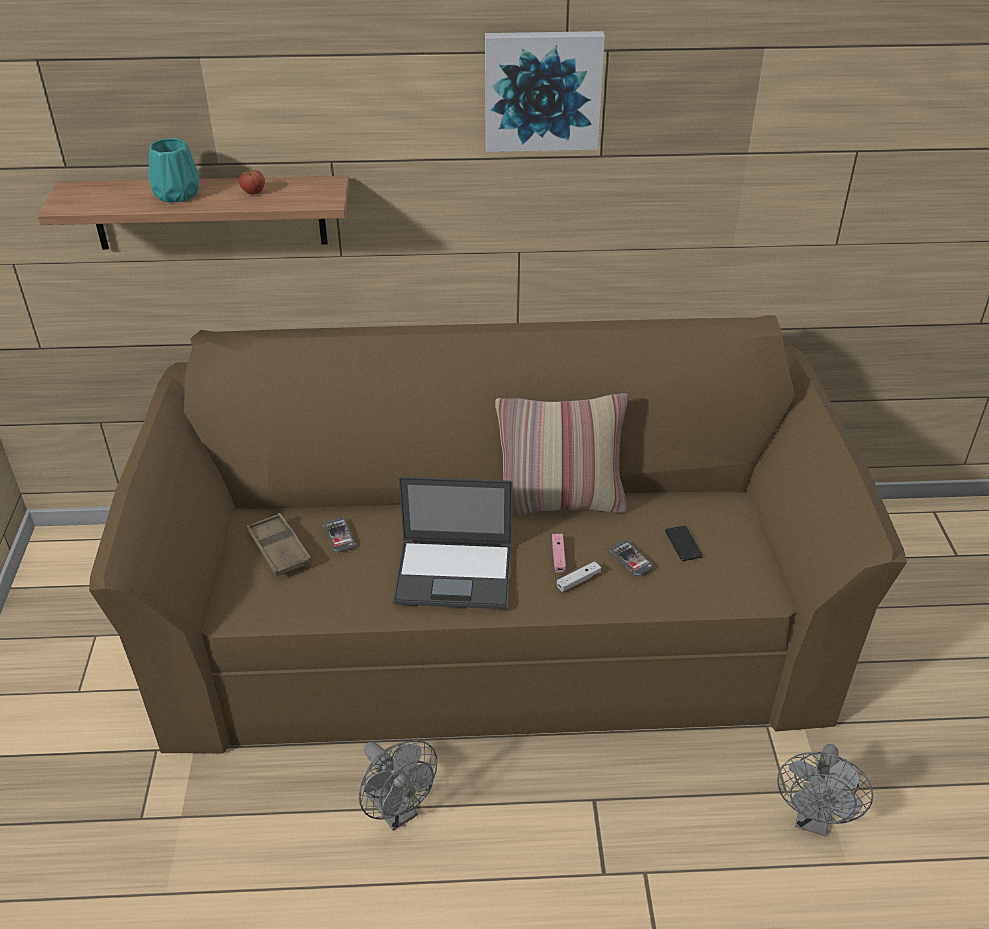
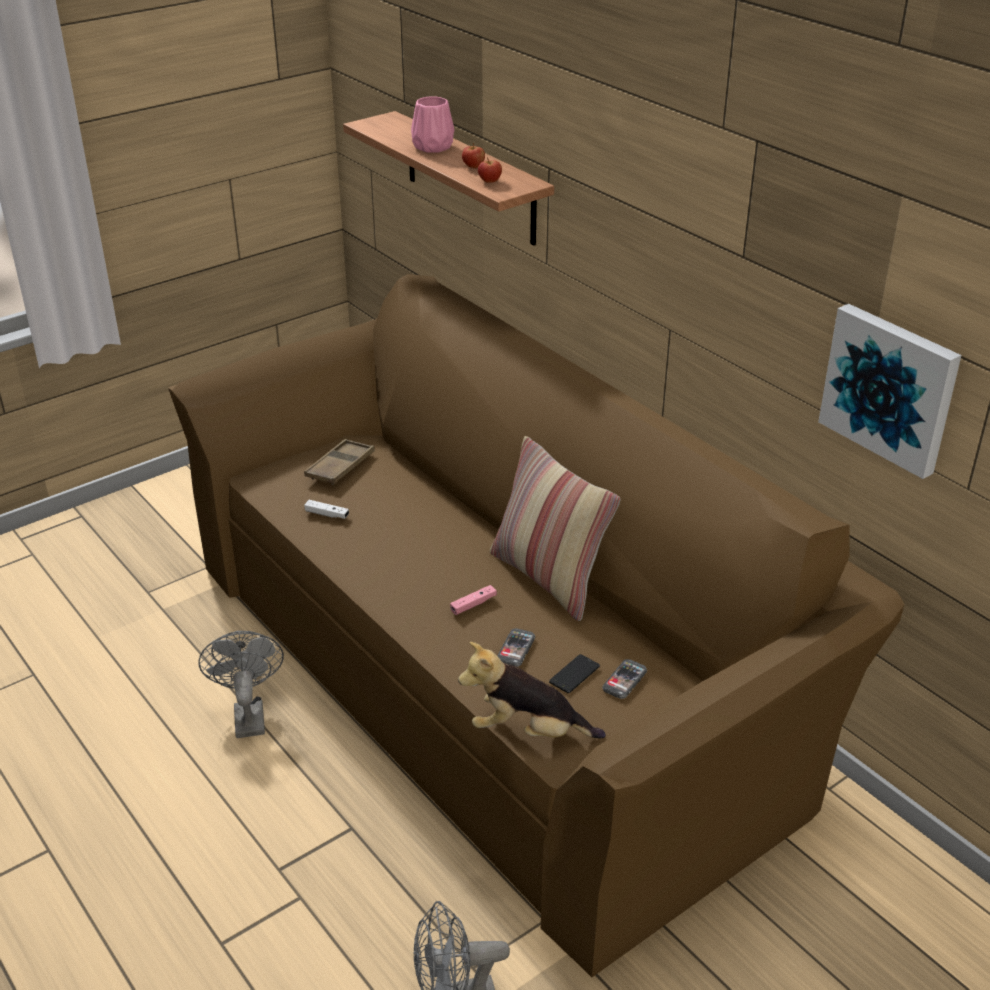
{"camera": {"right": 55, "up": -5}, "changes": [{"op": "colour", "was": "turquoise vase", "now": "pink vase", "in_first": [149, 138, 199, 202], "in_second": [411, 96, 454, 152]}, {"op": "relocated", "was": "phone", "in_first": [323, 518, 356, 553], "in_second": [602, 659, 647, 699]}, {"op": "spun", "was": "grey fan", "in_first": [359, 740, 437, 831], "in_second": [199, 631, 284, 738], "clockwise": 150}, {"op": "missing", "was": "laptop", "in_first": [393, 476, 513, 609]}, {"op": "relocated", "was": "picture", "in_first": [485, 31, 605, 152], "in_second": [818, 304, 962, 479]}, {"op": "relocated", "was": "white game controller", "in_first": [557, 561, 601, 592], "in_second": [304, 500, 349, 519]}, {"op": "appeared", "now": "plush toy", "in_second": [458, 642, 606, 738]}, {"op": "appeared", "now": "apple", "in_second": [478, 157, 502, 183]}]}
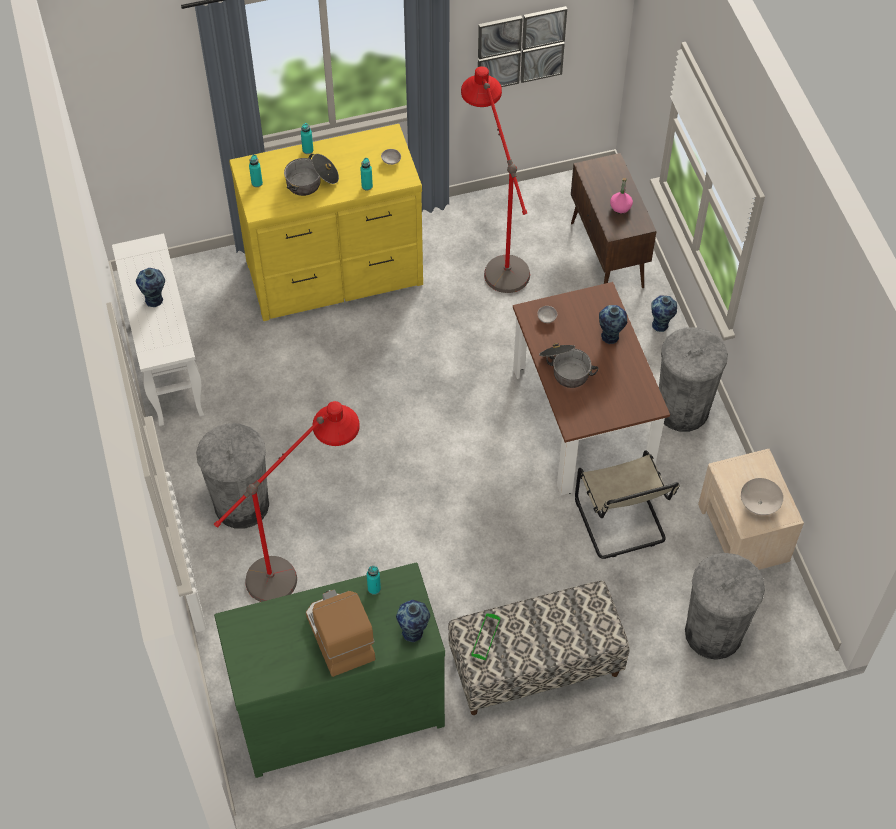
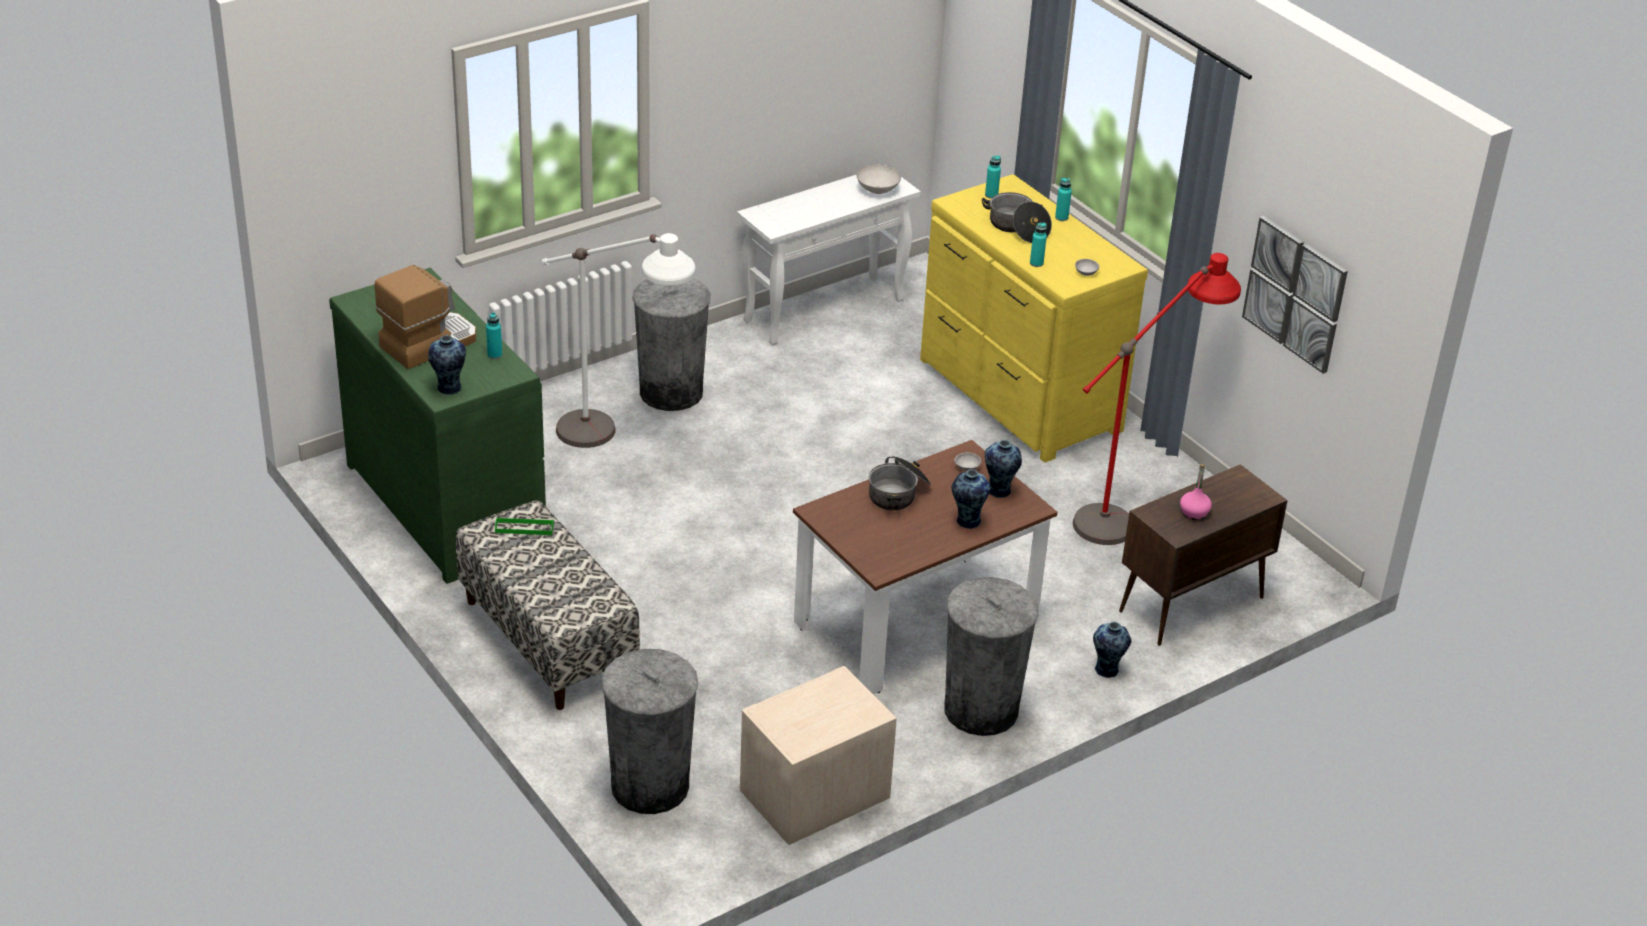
{"camera": {"right": 70, "up": -20}, "changes": [{"op": "relocated", "was": "vase", "in_first": [136, 268, 165, 307], "in_second": [985, 440, 1022, 498]}, {"op": "colour", "was": "red floor lamp", "now": "white floor lamp", "in_first": [214, 401, 360, 602], "in_second": [542, 233, 695, 448]}, {"op": "missing", "was": "beige chair", "in_first": [575, 450, 680, 559]}, {"op": "relocated", "was": "white bowl", "in_first": [741, 478, 783, 515], "in_second": [856, 165, 901, 194]}]}
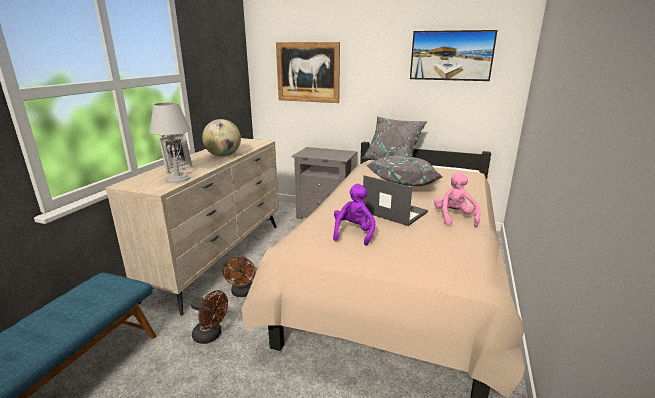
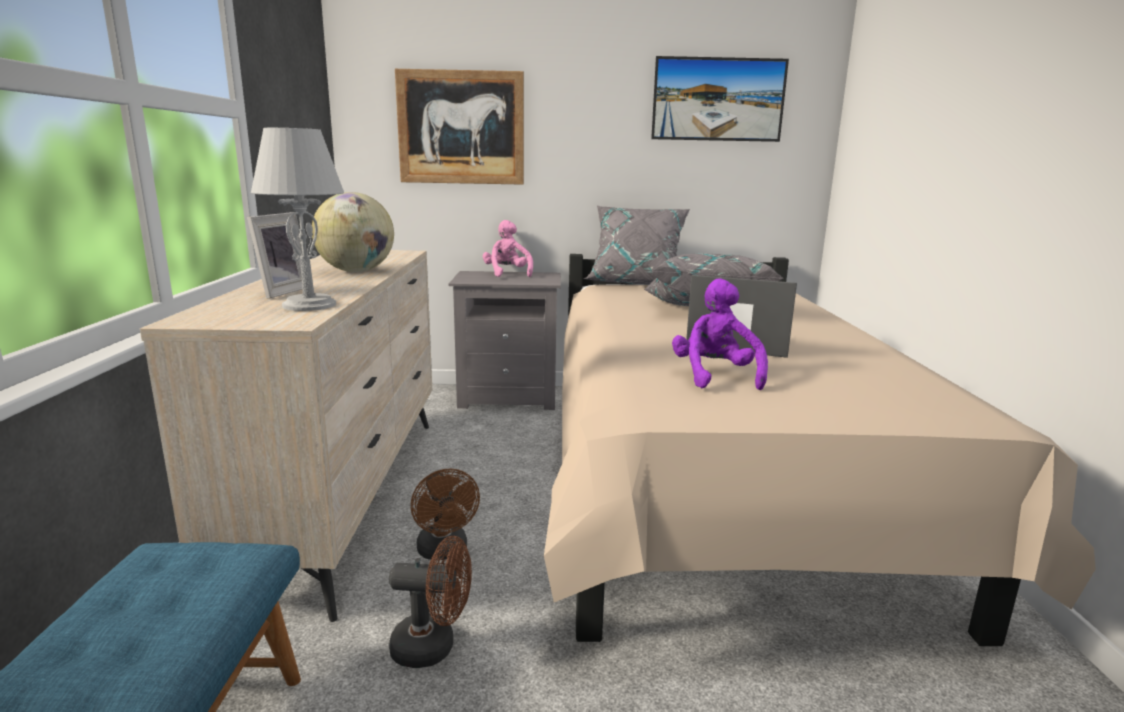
{"camera": {"right": -20, "up": -5}, "changes": [{"op": "relocated", "was": "pink plush toy", "in_first": [434, 172, 481, 227], "in_second": [483, 220, 533, 277]}]}
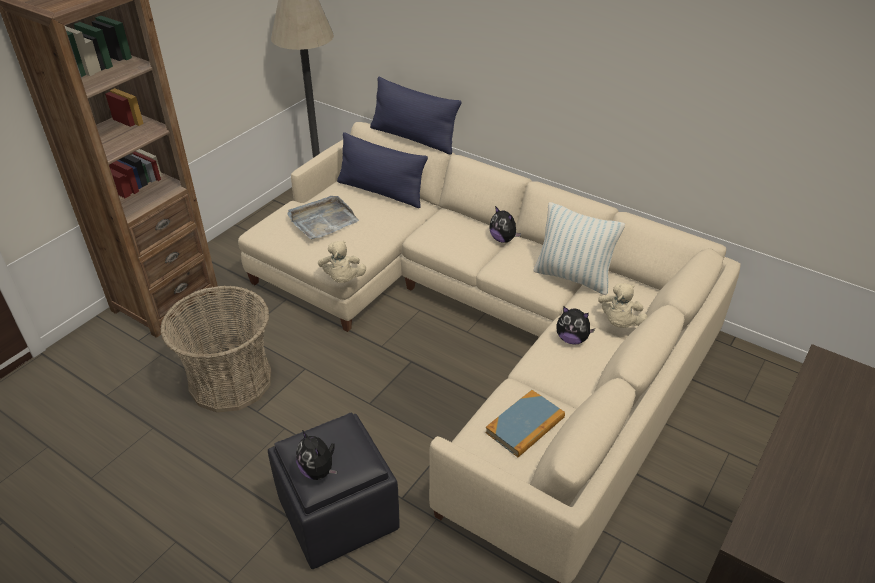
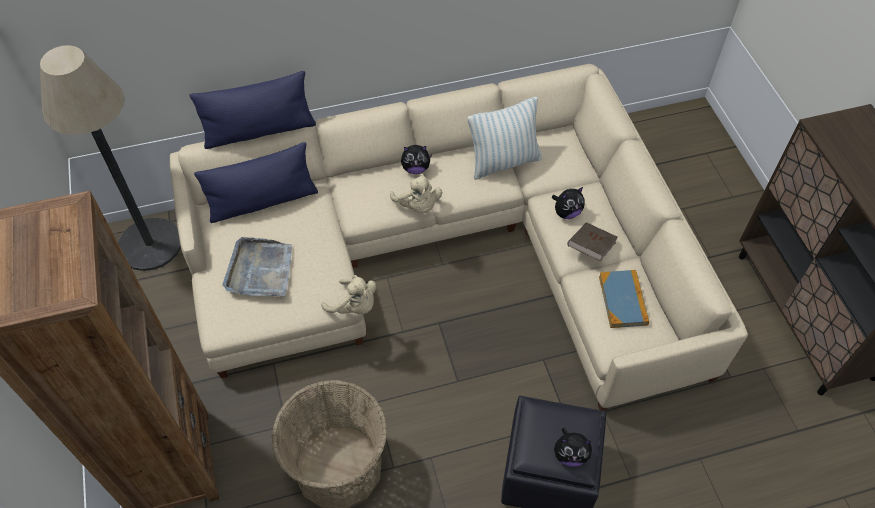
{"camera": {"right": -50, "up": 15}, "changes": [{"op": "relocated", "was": "beige plush toy", "in_first": [598, 283, 648, 328], "in_second": [390, 174, 442, 213]}, {"op": "appeared", "now": "brown book", "in_second": [567, 222, 618, 261]}]}
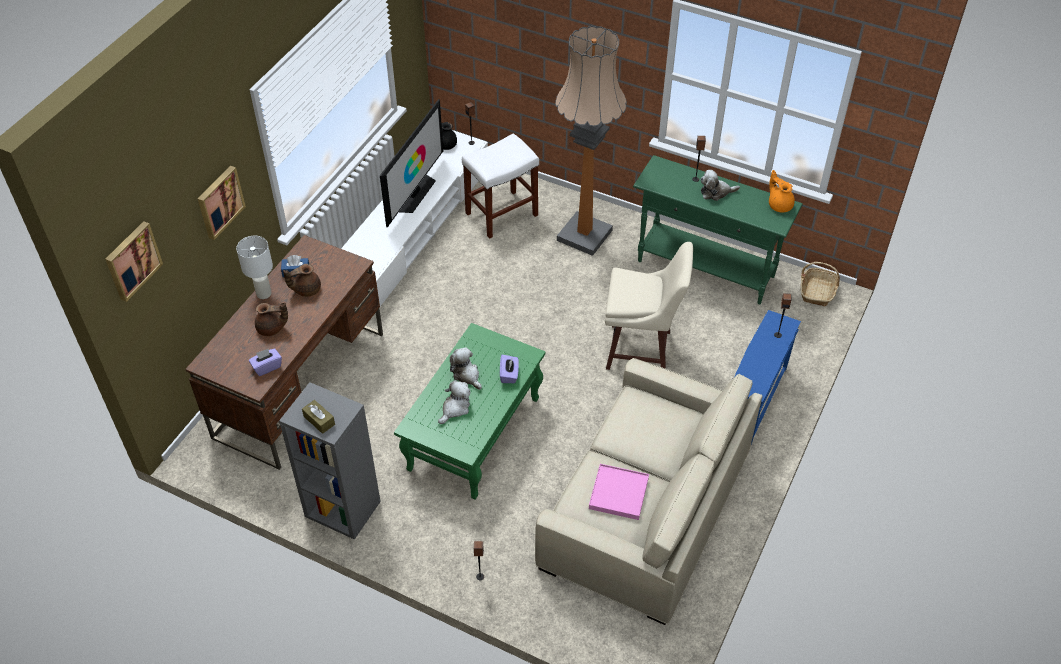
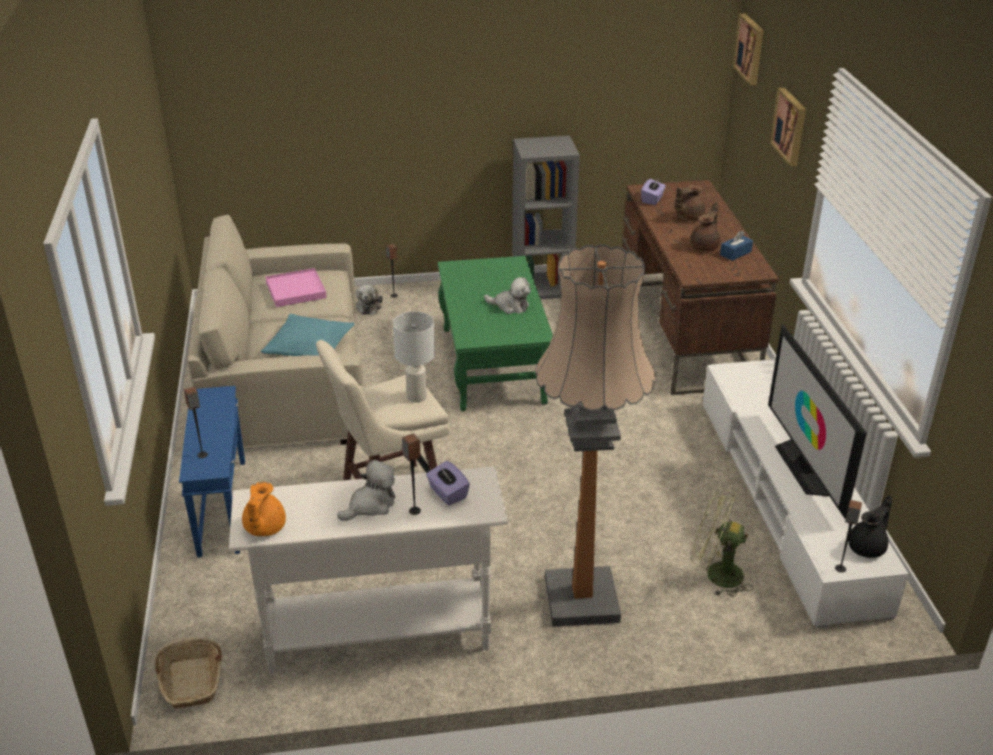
{"camera": {"right": 145, "up": -15}, "changes": [{"op": "relocated", "was": "white table lamp", "in_first": [236, 236, 273, 299], "in_second": [393, 311, 435, 403]}, {"op": "missing", "was": "brown tissue box", "in_first": [302, 400, 335, 434]}, {"op": "relocated", "was": "plush toy", "in_first": [438, 380, 470, 424], "in_second": [356, 285, 383, 315]}, {"op": "exchanged", "was": "white stool", "now": "green fan", "in_first": [462, 133, 539, 239], "in_second": [691, 488, 753, 597]}, {"op": "relocated", "was": "purple tissue box", "in_first": [500, 355, 519, 383], "in_second": [426, 461, 470, 505]}, {"op": "colour", "was": "green console table", "now": "white console table", "in_first": [633, 155, 803, 304], "in_second": [229, 467, 508, 674]}, {"op": "spun", "was": "orange teapot", "in_first": [769, 170, 795, 213], "in_second": [242, 482, 286, 536], "clockwise": 75}, {"op": "appeared", "now": "turquoise pillow", "in_second": [261, 314, 354, 356]}]}
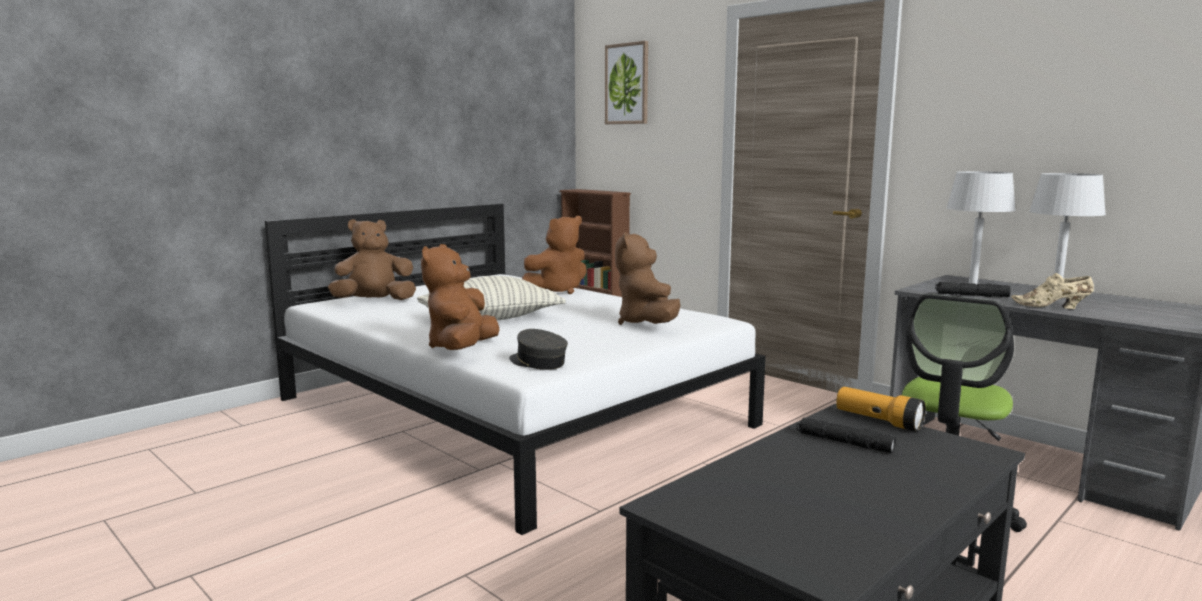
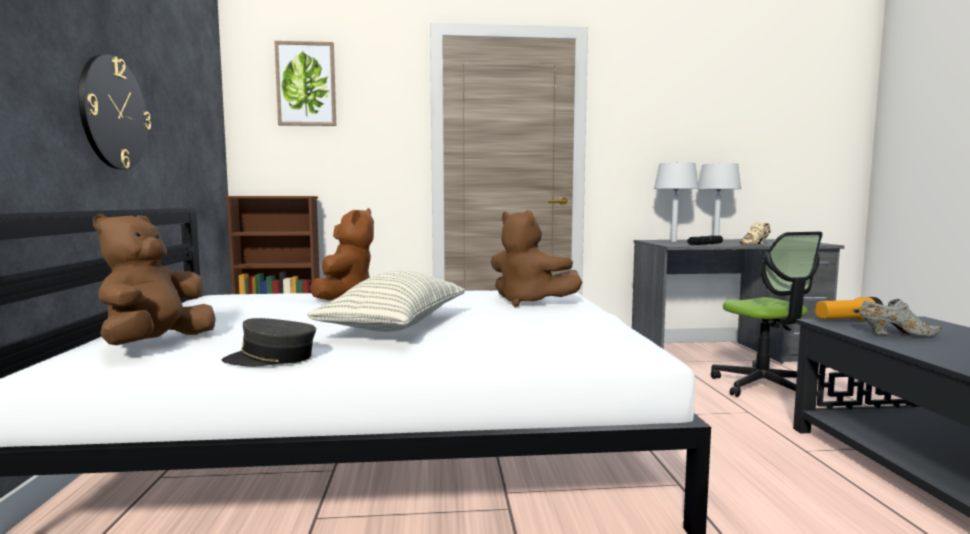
{"camera": {"right": -50, "up": -5}, "changes": [{"op": "missing", "was": "brown plush toy", "in_first": [421, 244, 500, 350]}, {"op": "relocated", "was": "grey cap", "in_first": [509, 329, 568, 370], "in_second": [222, 318, 316, 367]}, {"op": "exchanged", "was": "black flashlight", "now": "grey shoe", "in_first": [796, 417, 896, 453], "in_second": [859, 299, 942, 336]}, {"op": "appeared", "now": "wall clock", "in_second": [78, 54, 151, 170]}]}
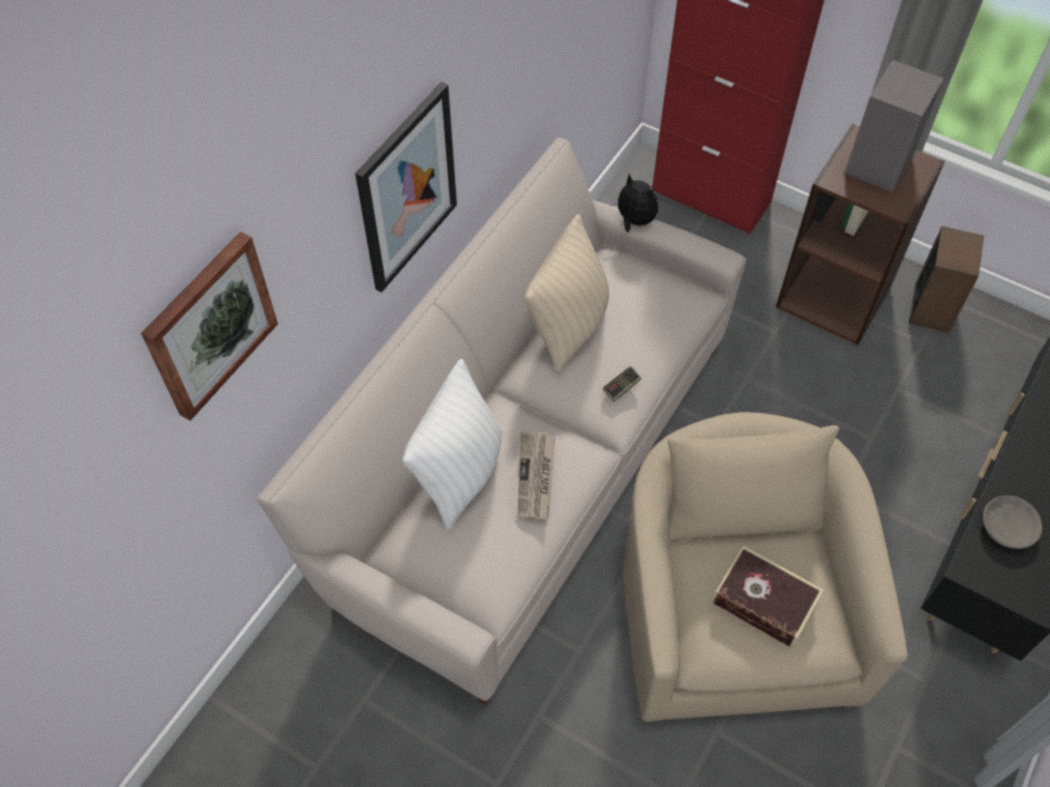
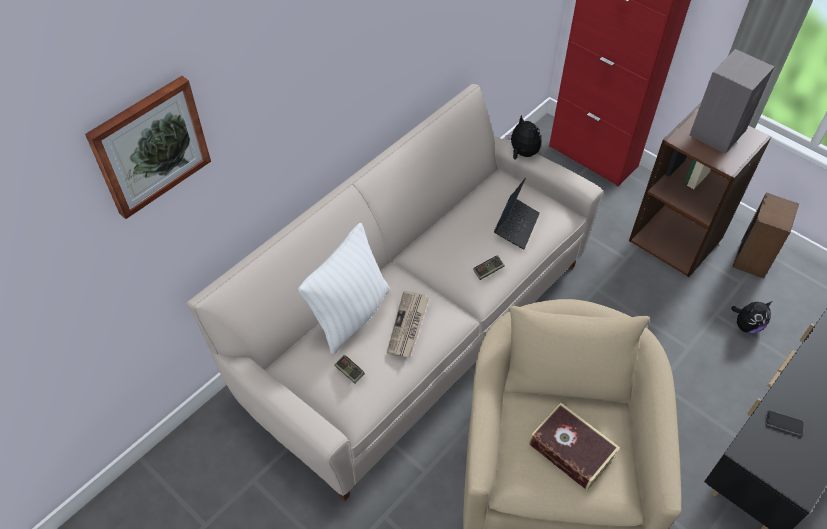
{"camera": {"right": 10, "up": -5}, "changes": [{"op": "missing", "was": "picture", "in_first": [355, 82, 457, 292]}, {"op": "missing", "was": "beige pillow", "in_first": [524, 214, 609, 374]}, {"op": "exchanged", "was": "grey bowl", "now": "phone", "in_first": [983, 496, 1042, 549], "in_second": [766, 410, 804, 436]}, {"op": "appeared", "now": "game controller", "in_second": [335, 355, 365, 384]}, {"op": "appeared", "now": "laptop", "in_second": [494, 177, 540, 249]}, {"op": "appeared", "now": "plush toy", "in_second": [731, 301, 773, 333]}]}
